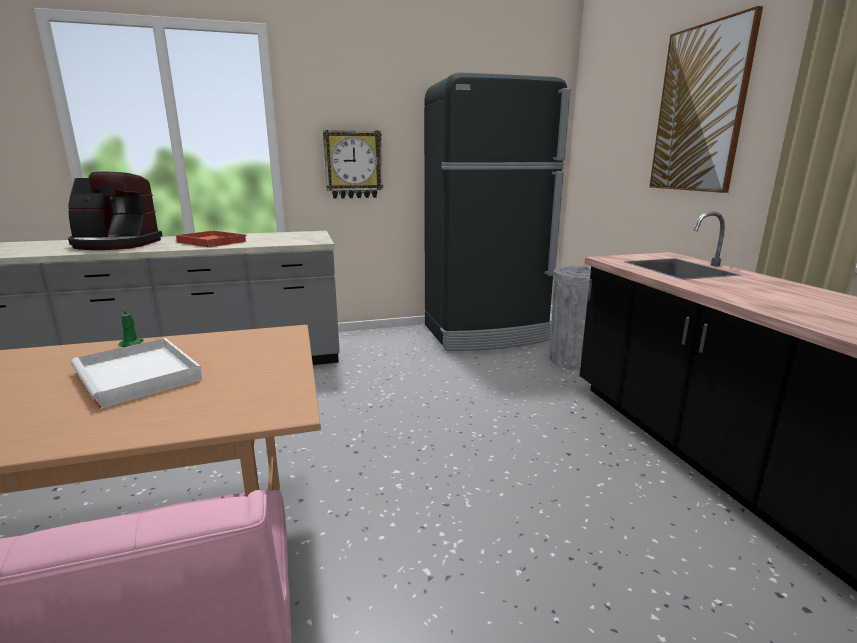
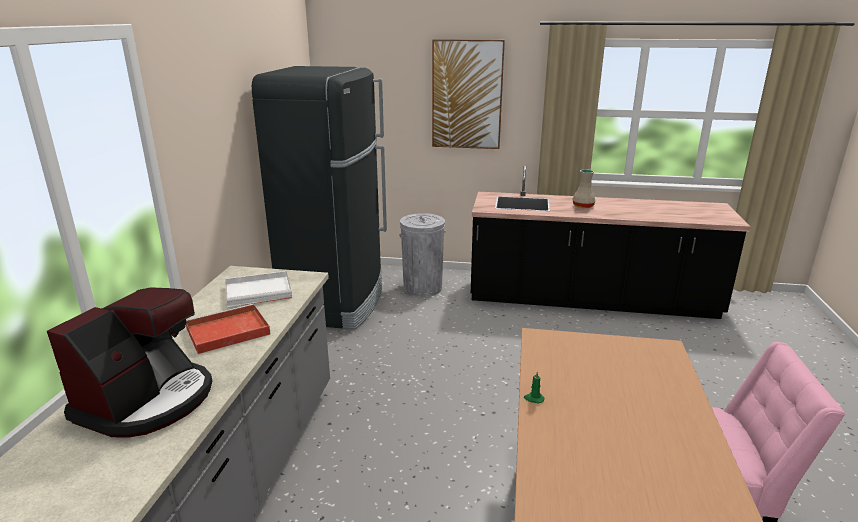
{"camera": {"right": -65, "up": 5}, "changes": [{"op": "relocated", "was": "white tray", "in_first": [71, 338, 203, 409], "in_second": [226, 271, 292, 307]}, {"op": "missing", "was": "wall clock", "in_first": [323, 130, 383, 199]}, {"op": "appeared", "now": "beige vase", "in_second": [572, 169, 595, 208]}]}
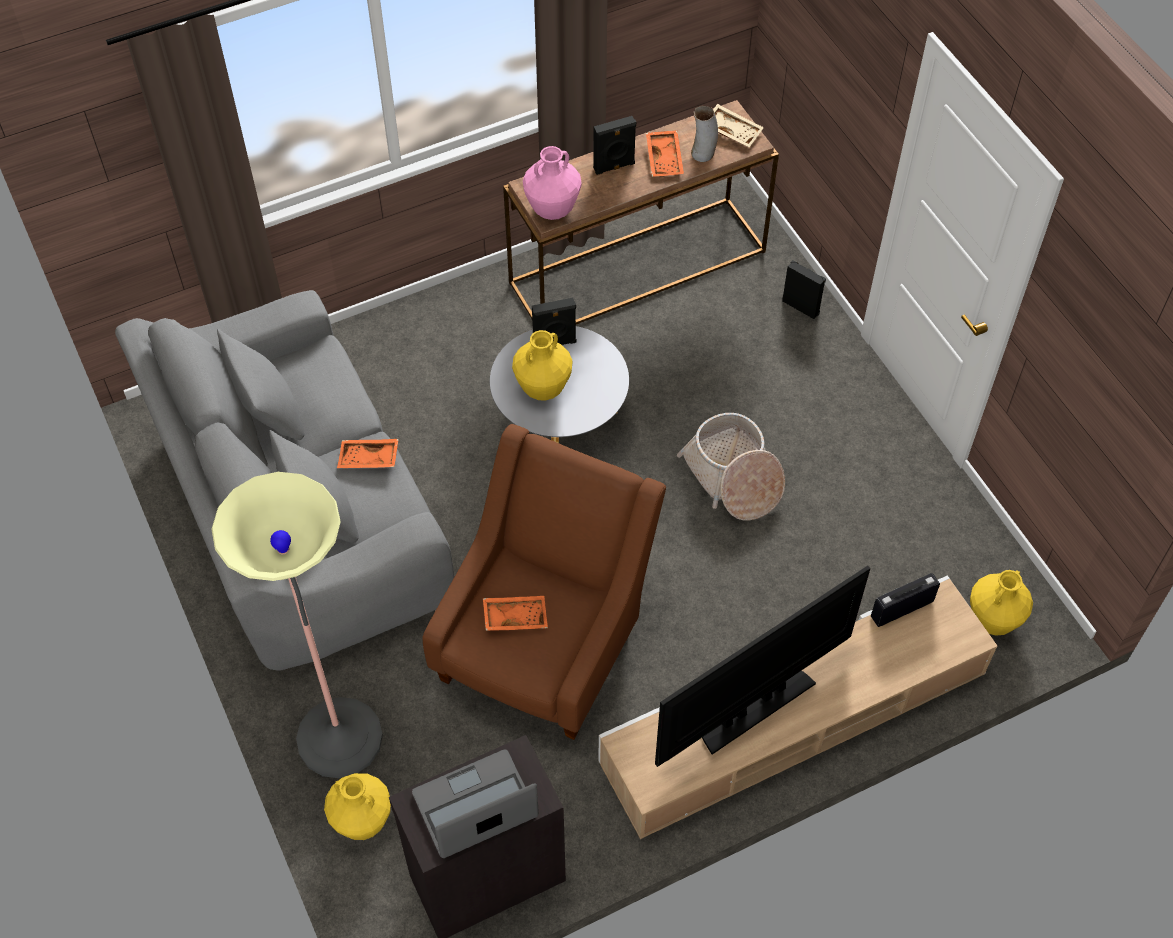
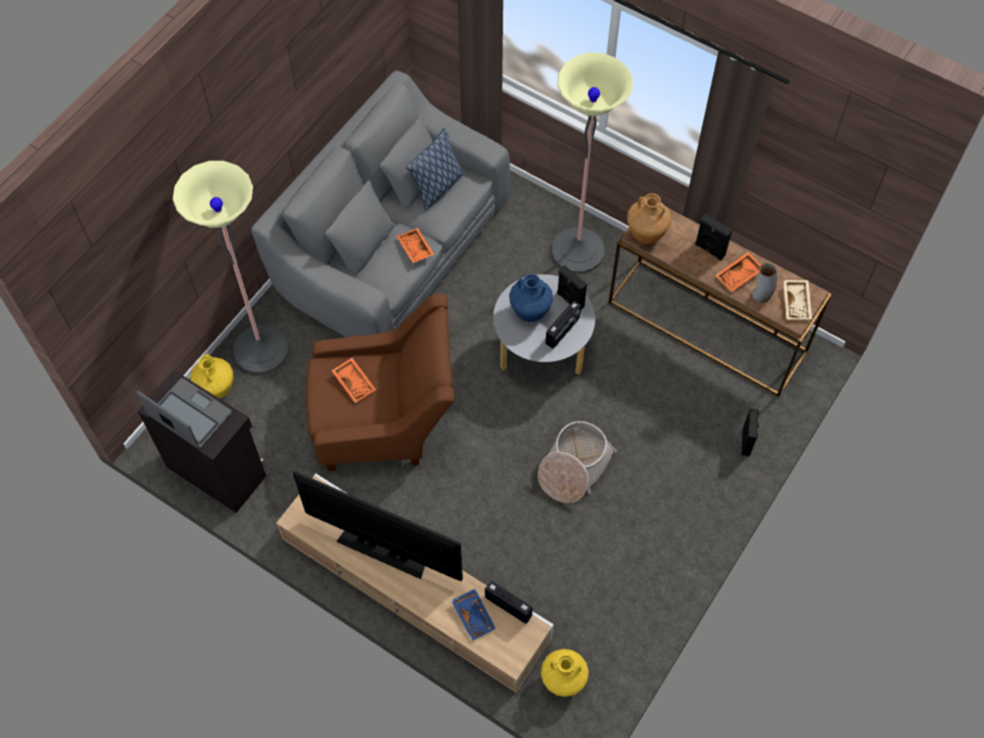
{"camera": {"right": 60, "up": 5}, "changes": [{"op": "colour", "was": "yellow vase", "now": "blue vase", "in_first": [512, 330, 572, 401], "in_second": [509, 274, 553, 322]}, {"op": "colour", "was": "pink vase", "now": "brown vase", "in_first": [523, 146, 582, 220], "in_second": [627, 193, 671, 244]}, {"op": "appeared", "now": "pillow", "in_second": [406, 128, 464, 211]}, {"op": "appeared", "now": "blue tray", "in_second": [451, 589, 496, 641]}, {"op": "appeared", "now": "radio", "in_second": [545, 301, 581, 349]}, {"op": "appeared", "now": "floor lamp", "in_second": [552, 53, 633, 273]}]}
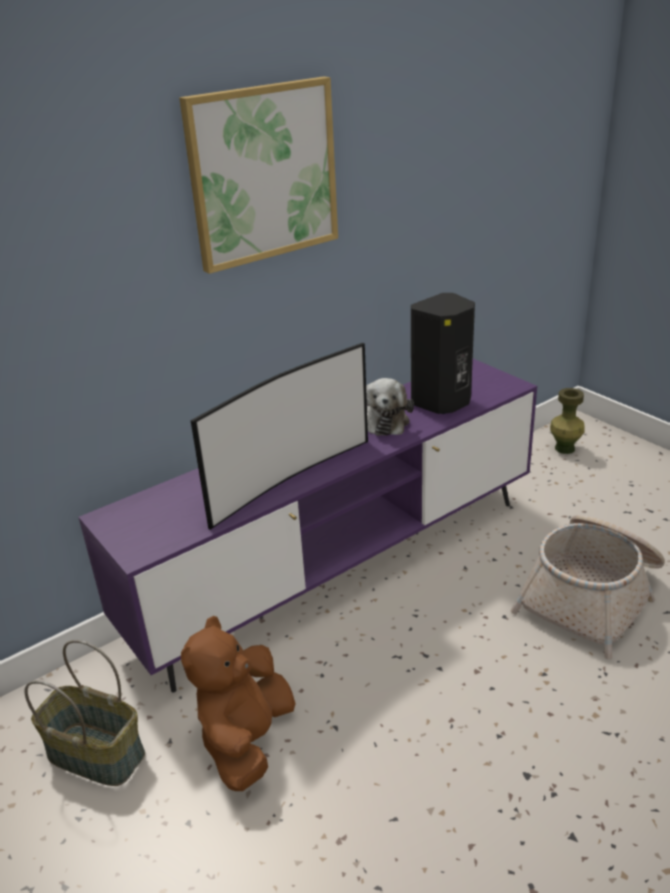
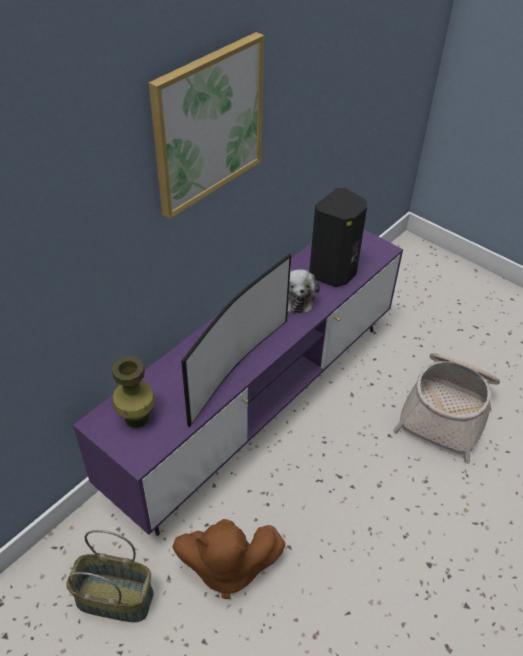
{"camera": {"right": -15, "up": 15}, "changes": [{"op": "spun", "was": "brown plush toy", "in_first": [181, 616, 296, 791], "in_second": [172, 519, 286, 599], "clockwise": -90}, {"op": "relocated", "was": "green vase", "in_first": [550, 388, 585, 454], "in_second": [112, 357, 155, 428]}]}
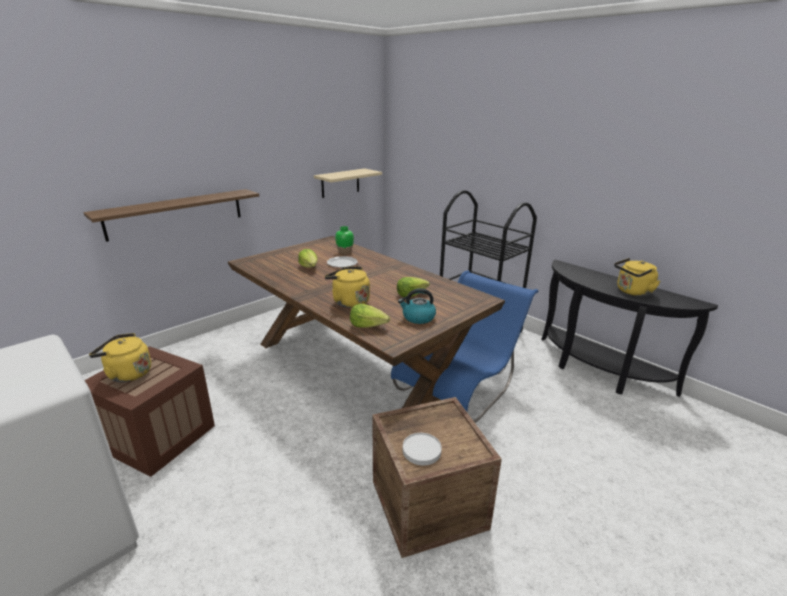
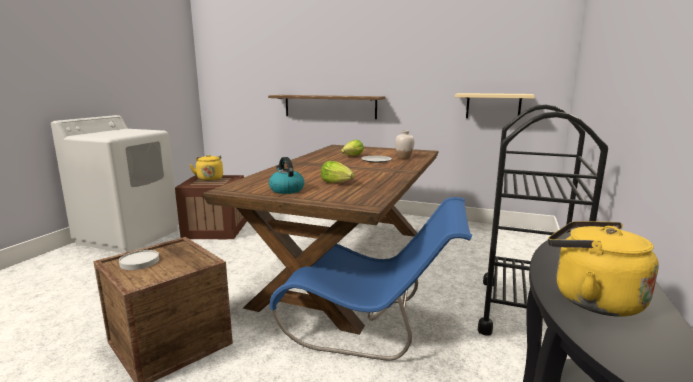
{"camera": {"right": 65, "up": -10}, "changes": [{"op": "missing", "was": "yellow kettle", "in_first": [325, 266, 370, 308]}, {"op": "colour", "was": "green vase", "now": "white vase", "in_first": [335, 226, 354, 254], "in_second": [395, 130, 414, 159]}, {"op": "missing", "was": "lettuce", "in_first": [350, 304, 390, 328]}]}
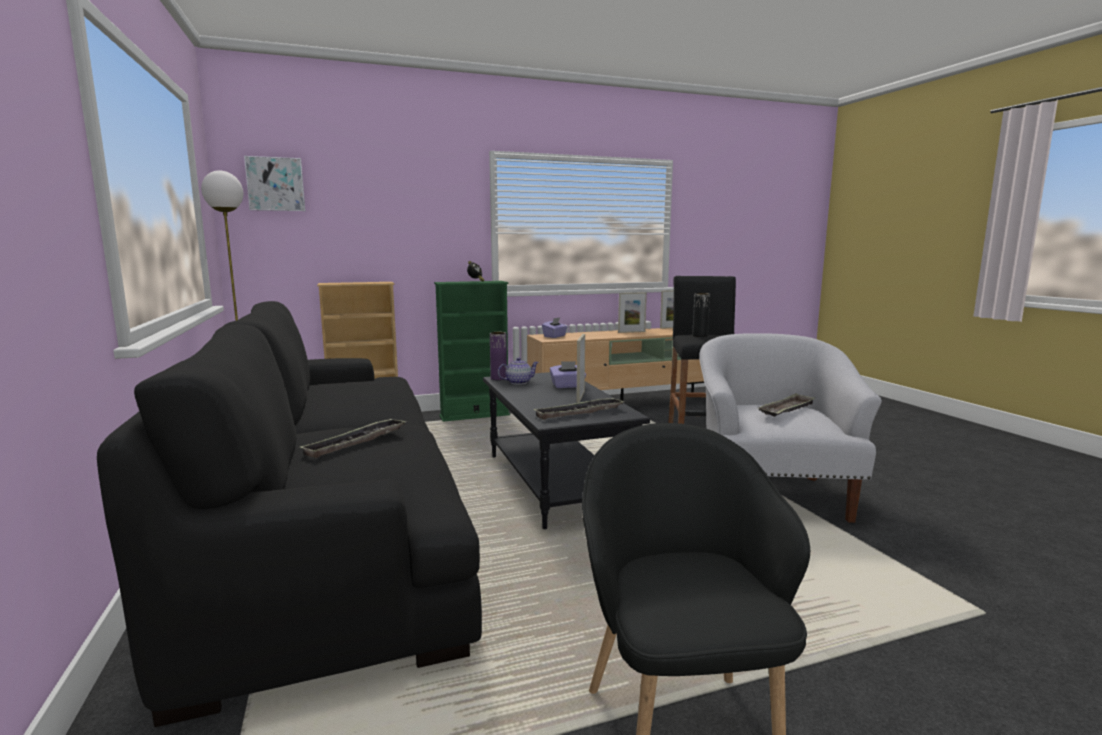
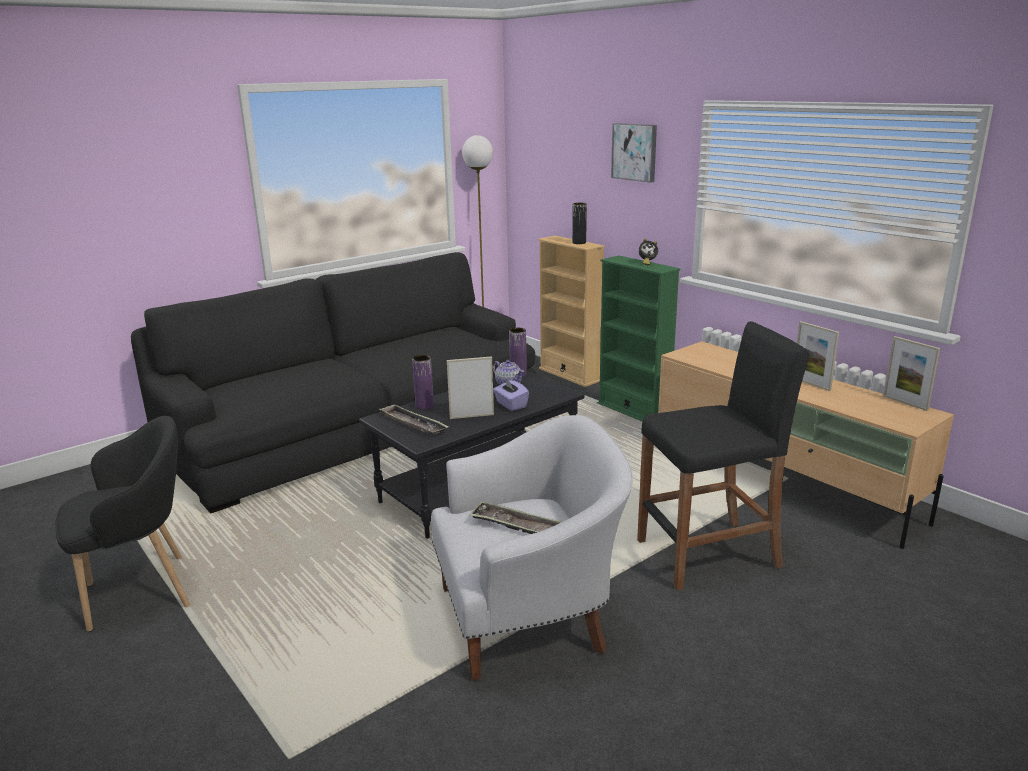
{"camera": {"right": 70, "up": 10}, "changes": [{"op": "relocated", "was": "picture", "in_first": [244, 156, 305, 211], "in_second": [611, 123, 657, 183]}, {"op": "missing", "was": "tray", "in_first": [300, 418, 407, 458]}, {"op": "missing", "was": "purple tissue box", "in_first": [542, 318, 568, 338]}, {"op": "relocated", "was": "black vase", "in_first": [692, 293, 710, 337], "in_second": [572, 203, 587, 244]}, {"op": "appeared", "now": "purple vase", "in_second": [412, 355, 434, 410]}]}
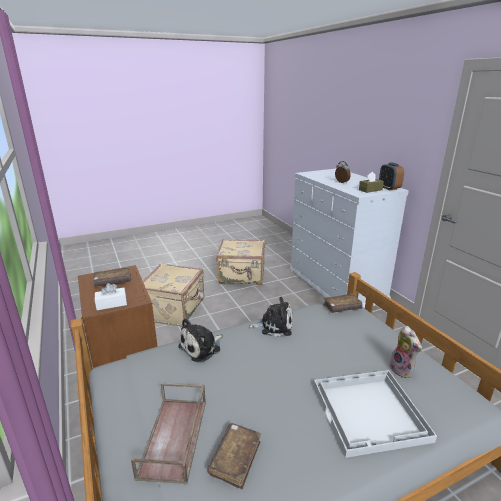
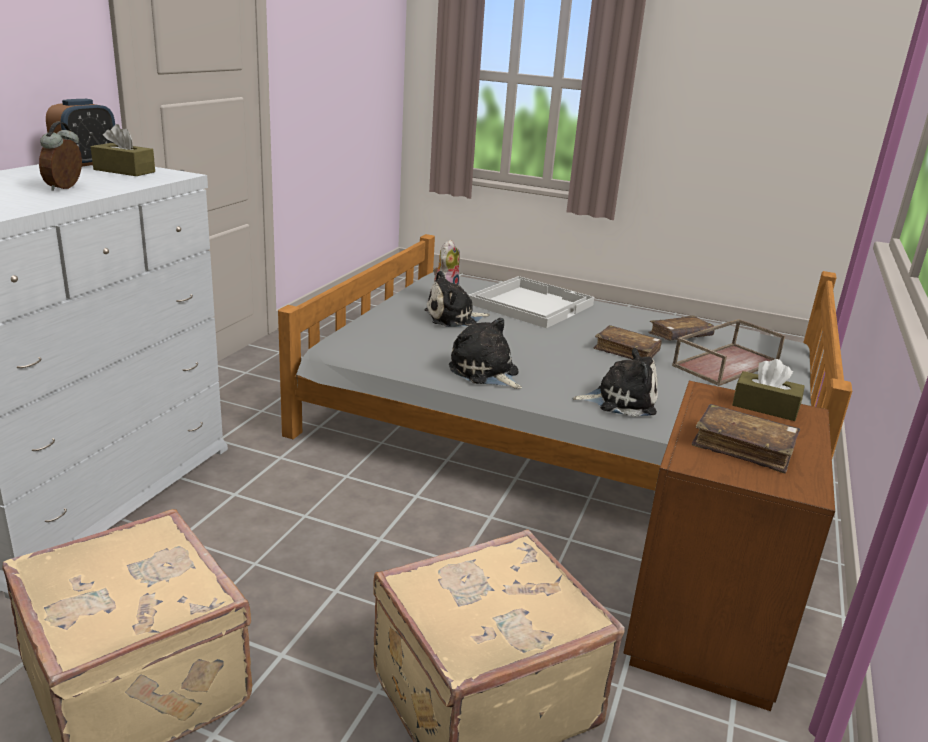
{"camera": {"right": -135, "up": 0}, "changes": [{"op": "colour", "was": "white tissue box", "now": "brown tissue box", "in_first": [95, 283, 127, 310], "in_second": [732, 359, 805, 421]}, {"op": "relocated", "was": "brown book", "in_first": [323, 293, 363, 313], "in_second": [593, 325, 662, 360]}, {"op": "appeared", "now": "plush toy", "in_second": [425, 271, 490, 327]}]}
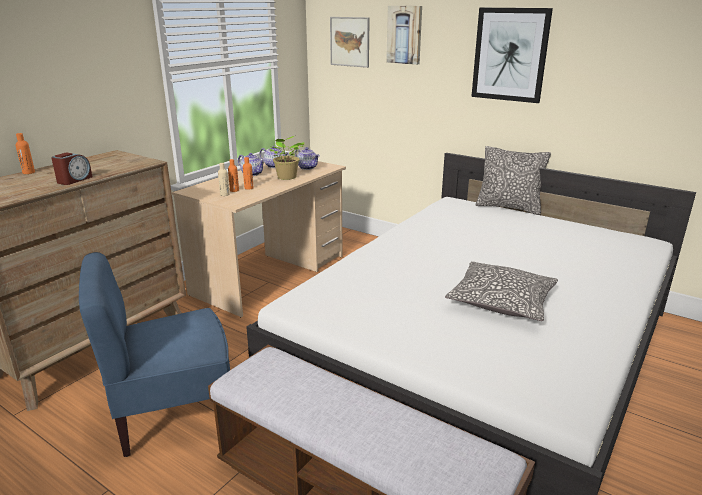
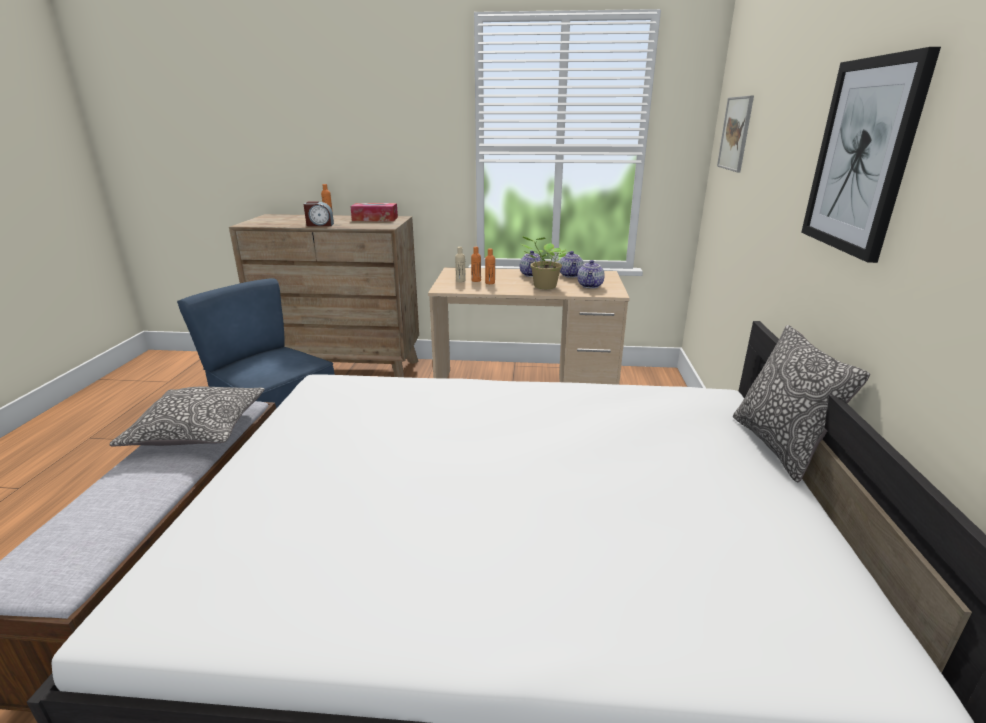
{"camera": {"right": 60, "up": 0}, "changes": [{"op": "missing", "was": "picture", "in_first": [386, 6, 422, 65]}, {"op": "relocated", "was": "pillow", "in_first": [445, 261, 558, 321], "in_second": [110, 387, 265, 447]}, {"op": "appeared", "now": "tissue box", "in_second": [350, 203, 398, 221]}]}
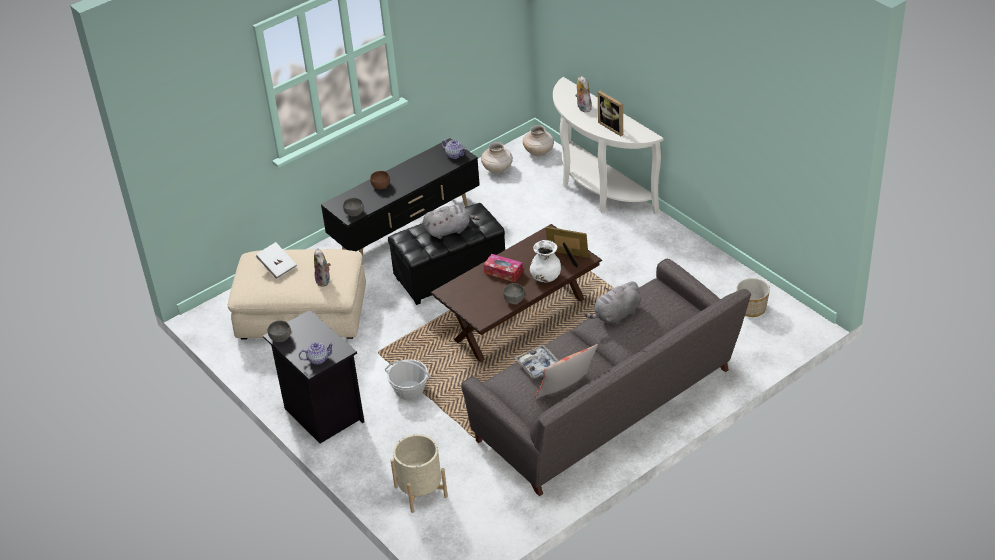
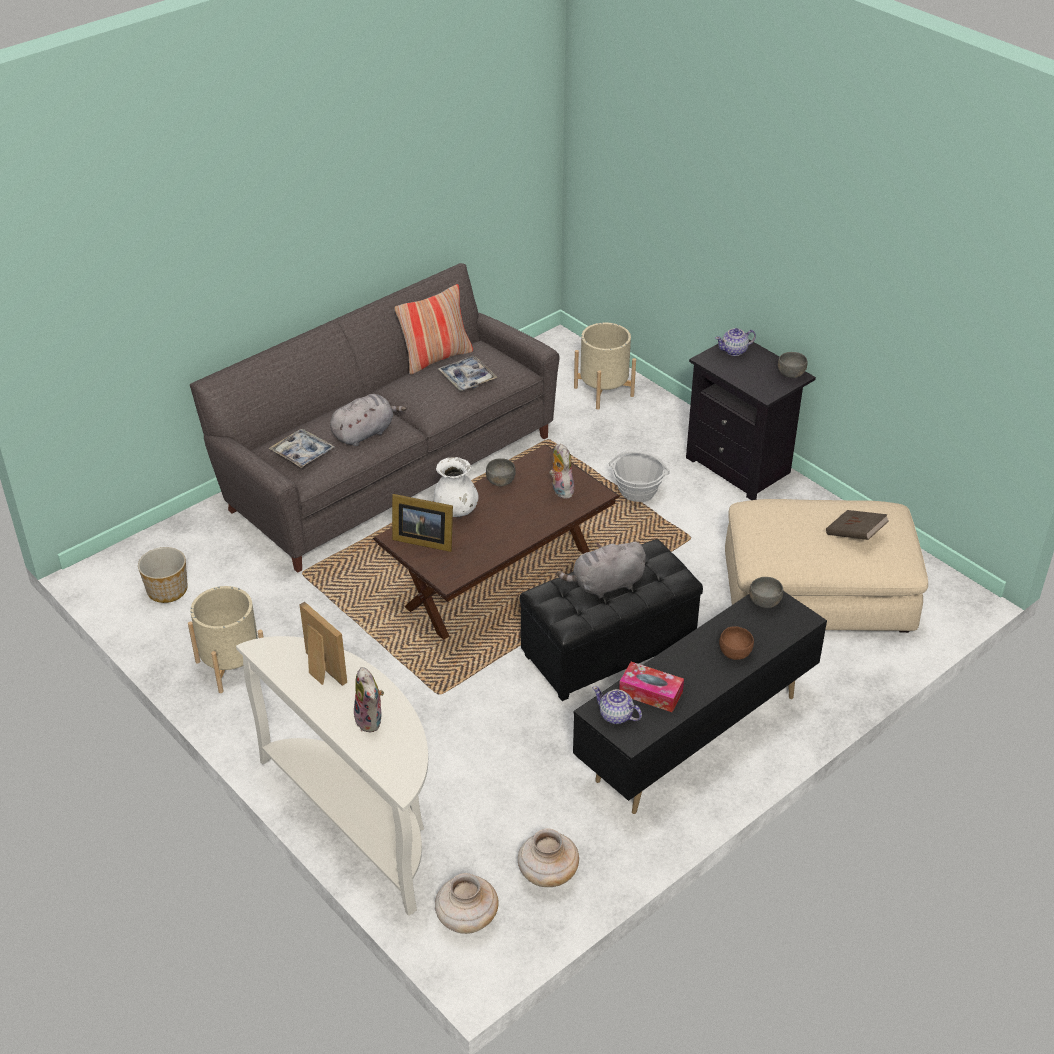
{"camera": {"right": 175, "up": 0}, "changes": [{"op": "colour", "was": "white book", "now": "brown book", "in_first": [256, 242, 297, 280], "in_second": [826, 510, 889, 540]}, {"op": "relocated", "was": "plush toy", "in_first": [314, 248, 331, 287], "in_second": [549, 444, 574, 498]}, {"op": "relocated", "was": "tissue box", "in_first": [483, 254, 523, 282], "in_second": [619, 662, 684, 712]}, {"op": "appeared", "now": "beige planter", "in_second": [188, 586, 264, 693]}, {"op": "appeared", "now": "tray", "in_second": [269, 429, 334, 468]}]}
